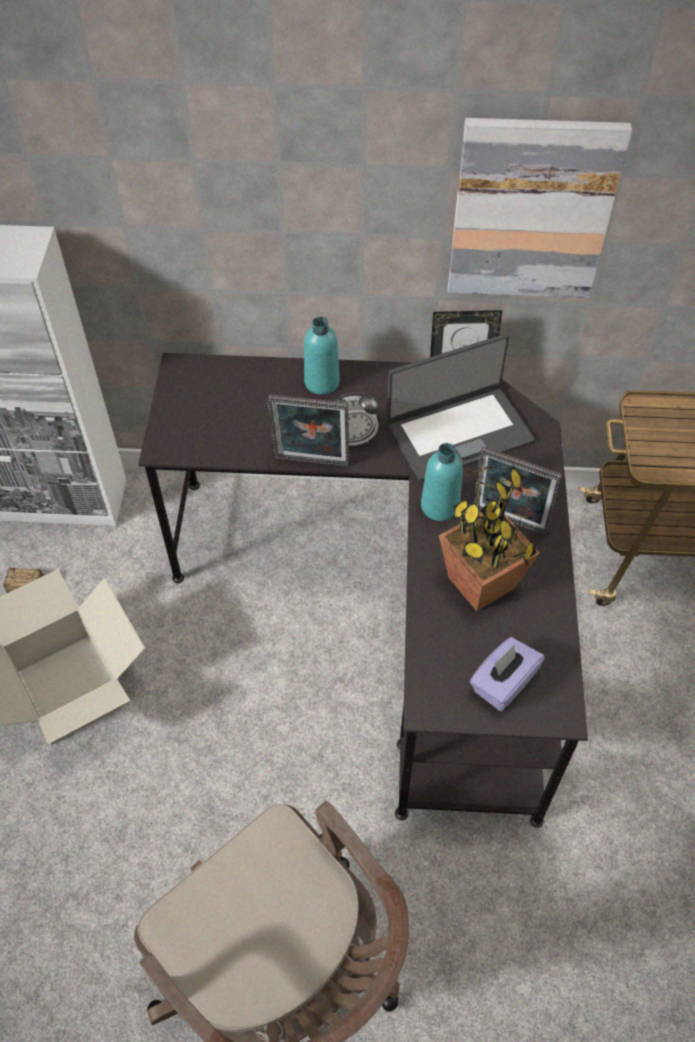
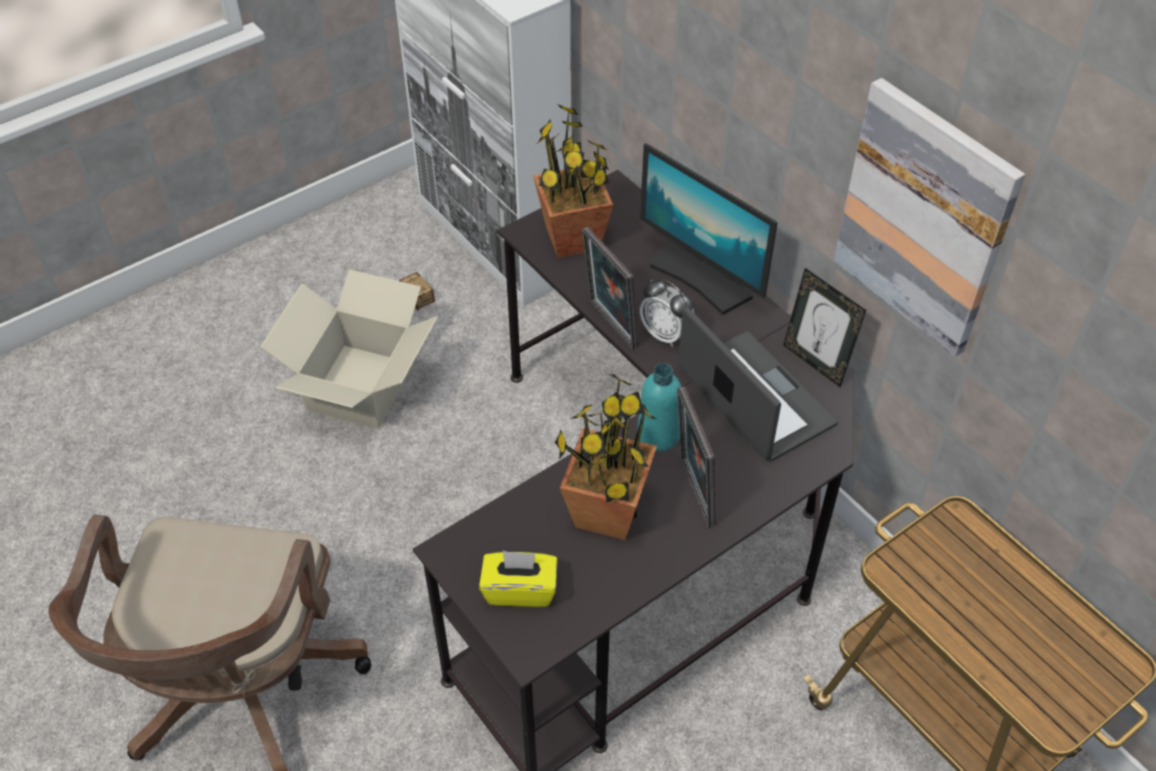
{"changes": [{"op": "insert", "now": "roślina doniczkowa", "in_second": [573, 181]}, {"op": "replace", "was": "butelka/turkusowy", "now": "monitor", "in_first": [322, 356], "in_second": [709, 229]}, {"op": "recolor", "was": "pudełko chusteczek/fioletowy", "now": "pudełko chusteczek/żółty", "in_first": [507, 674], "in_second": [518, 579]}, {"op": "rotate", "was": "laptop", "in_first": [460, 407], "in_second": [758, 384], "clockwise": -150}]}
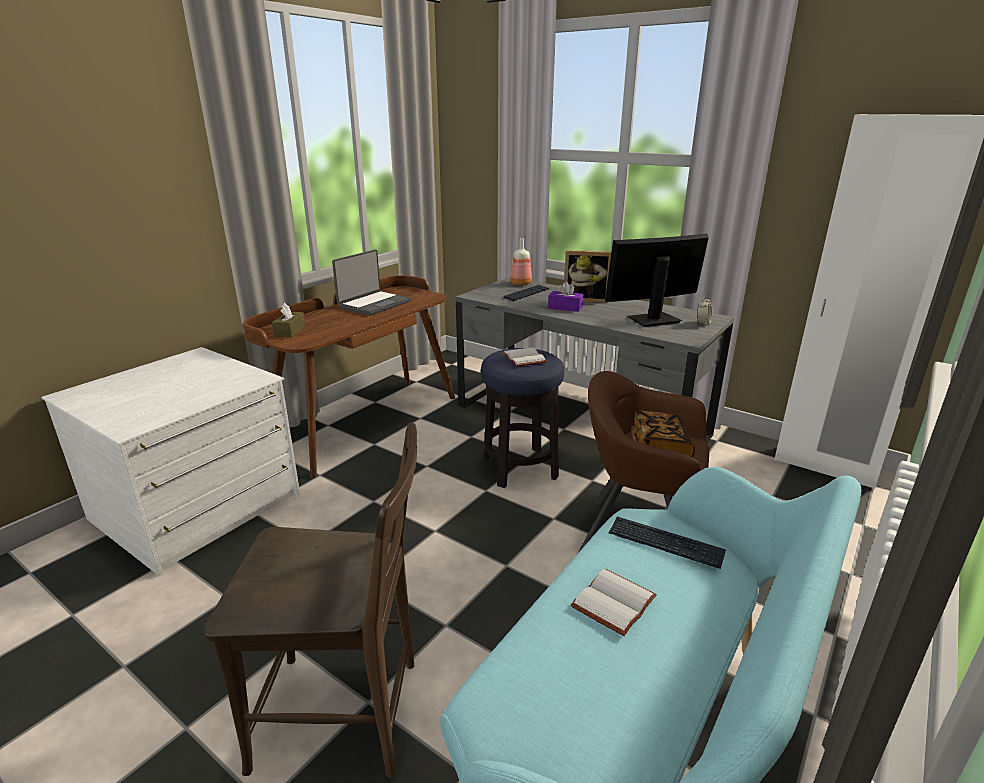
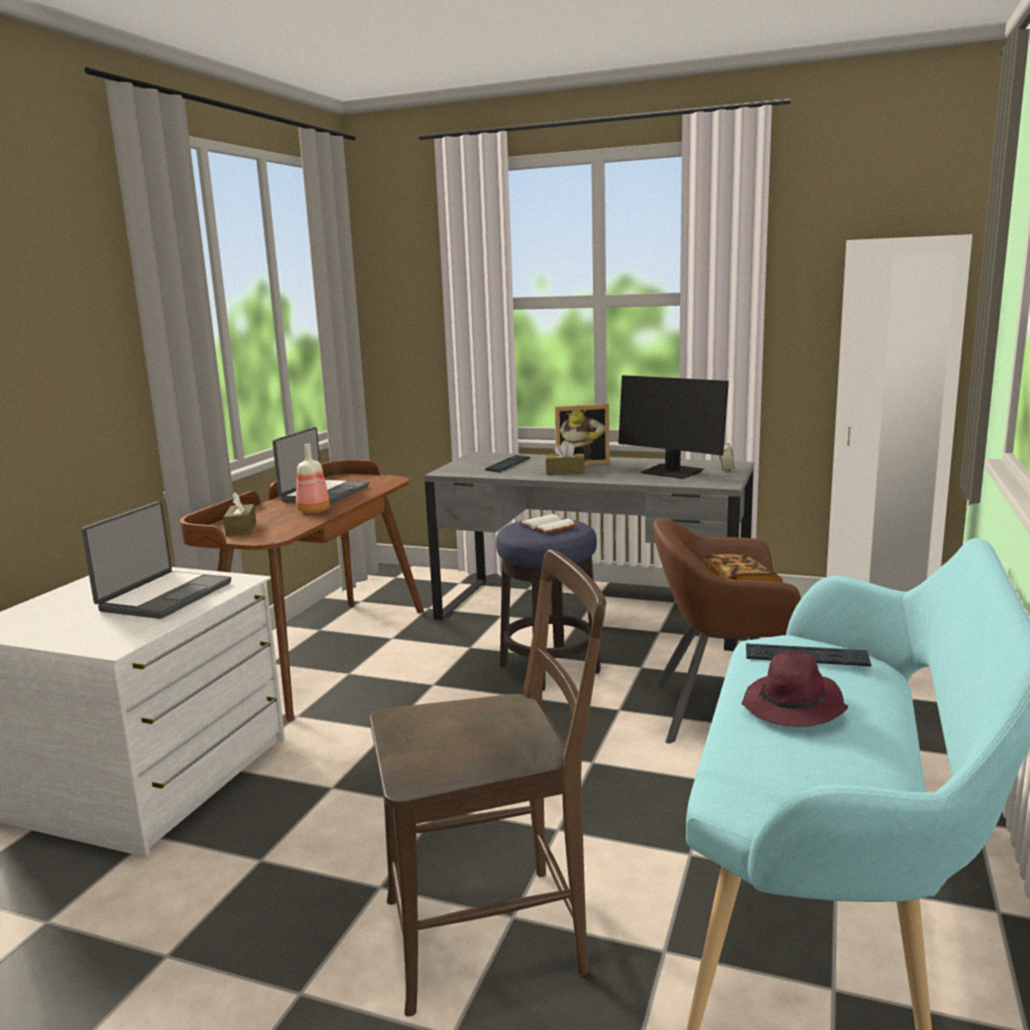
{"changes": [{"op": "insert", "now": "laptop", "in_second": [156, 560]}, {"op": "move", "was": "butelka", "in_first": [521, 261], "in_second": [313, 478]}, {"op": "replace", "was": "książka/biały", "now": "kapelusz/fioletowy", "in_first": [614, 602], "in_second": [795, 689]}, {"op": "recolor", "was": "pudełko chusteczek/fioletowy", "now": "pudełko chusteczek/brązowy", "in_first": [565, 297], "in_second": [565, 458]}, {"op": "rotate", "was": "monitor", "in_first": [657, 280], "in_second": [673, 427], "clockwise": -105}]}
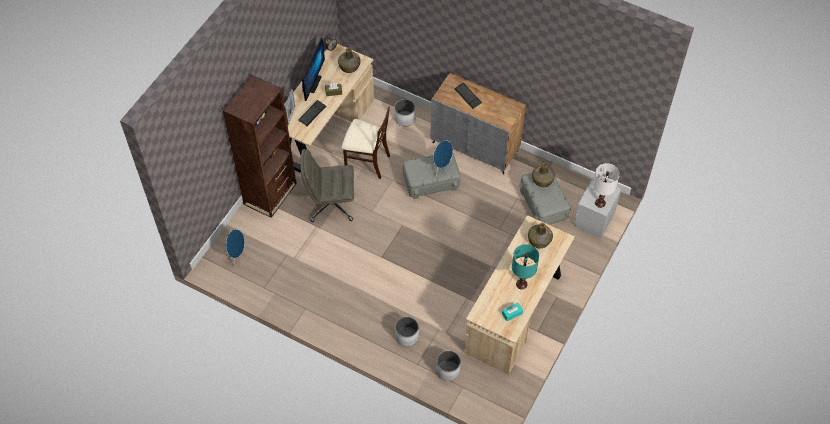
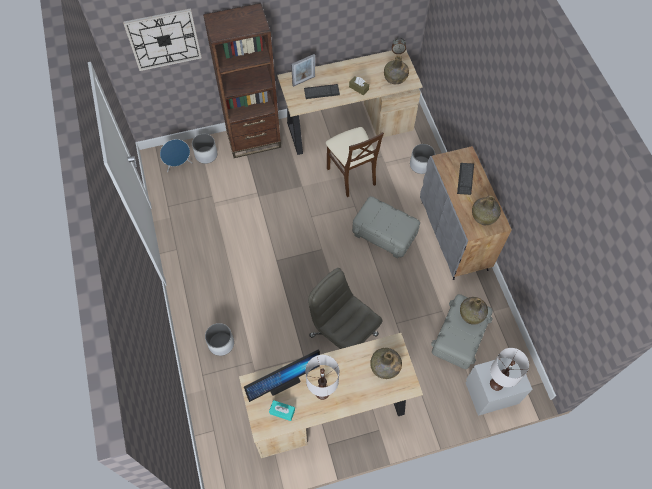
{"changes": [{"op": "delete", "was": "głośnik/niebieski", "in_first": [441, 158]}, {"op": "insert", "now": "zegar ścienny", "in_second": [162, 39]}, {"op": "insert", "now": "butelka/zielony", "in_second": [486, 210]}, {"op": "move", "was": "krzesło biurowe/szary", "in_first": [327, 185], "in_second": [345, 308]}, {"op": "move", "was": "monitor", "in_first": [313, 69], "in_second": [282, 375]}, {"op": "move", "was": "donica/biały", "in_first": [448, 365], "in_second": [204, 149]}, {"op": "recolor", "was": "lampa stołowa/turkusowy", "now": "lampa stołowa/biały", "in_first": [525, 266], "in_second": [322, 377]}]}
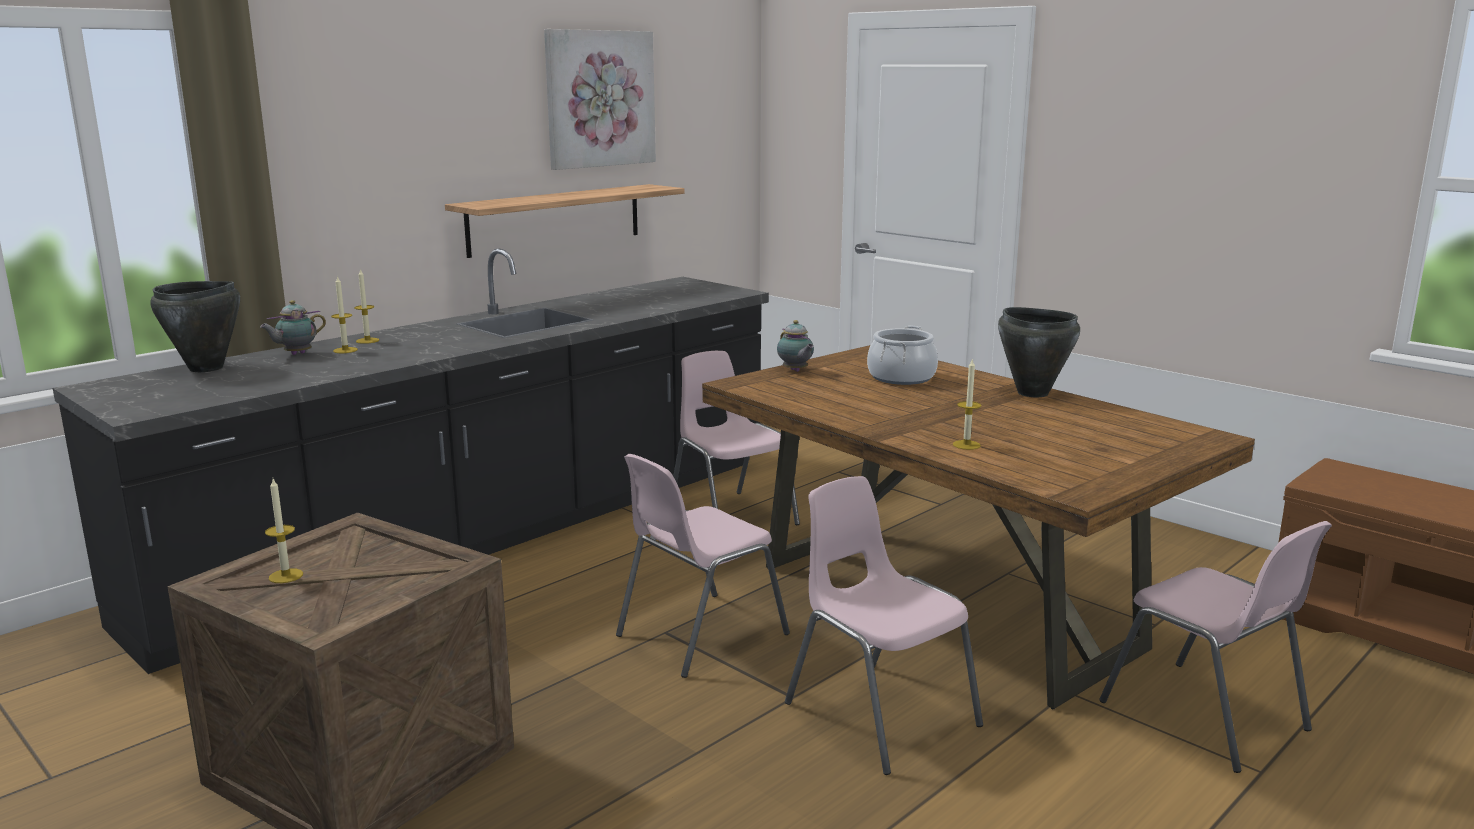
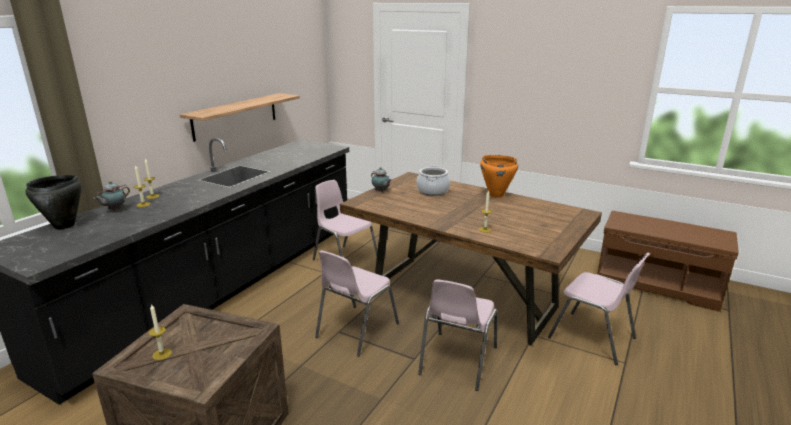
{"changes": [{"op": "delete", "was": "obraz", "in_first": [600, 99]}, {"op": "recolor", "was": "garnek/czarny", "now": "garnek/pomarańczowy", "in_first": [1039, 352], "in_second": [499, 176]}, {"op": "rotate", "was": "krzesło/różowy", "in_first": [884, 625], "in_second": [458, 335], "clockwise": -105}]}
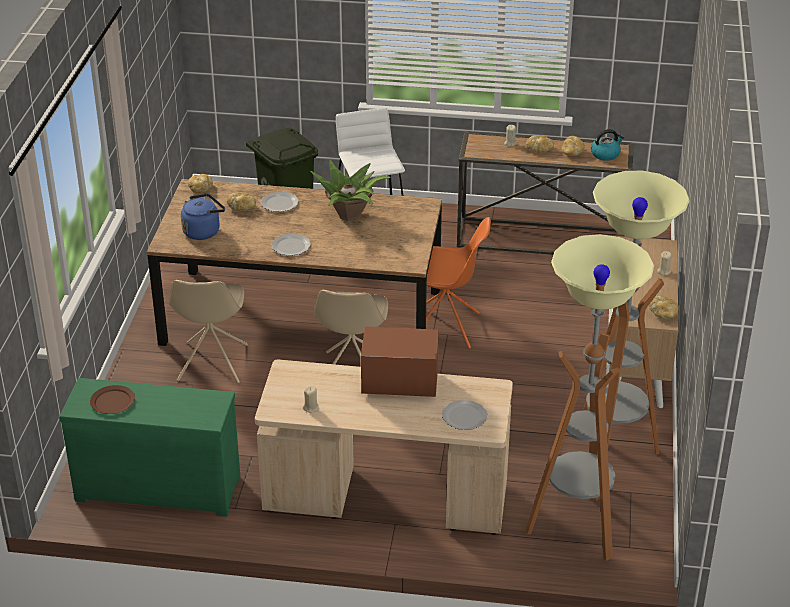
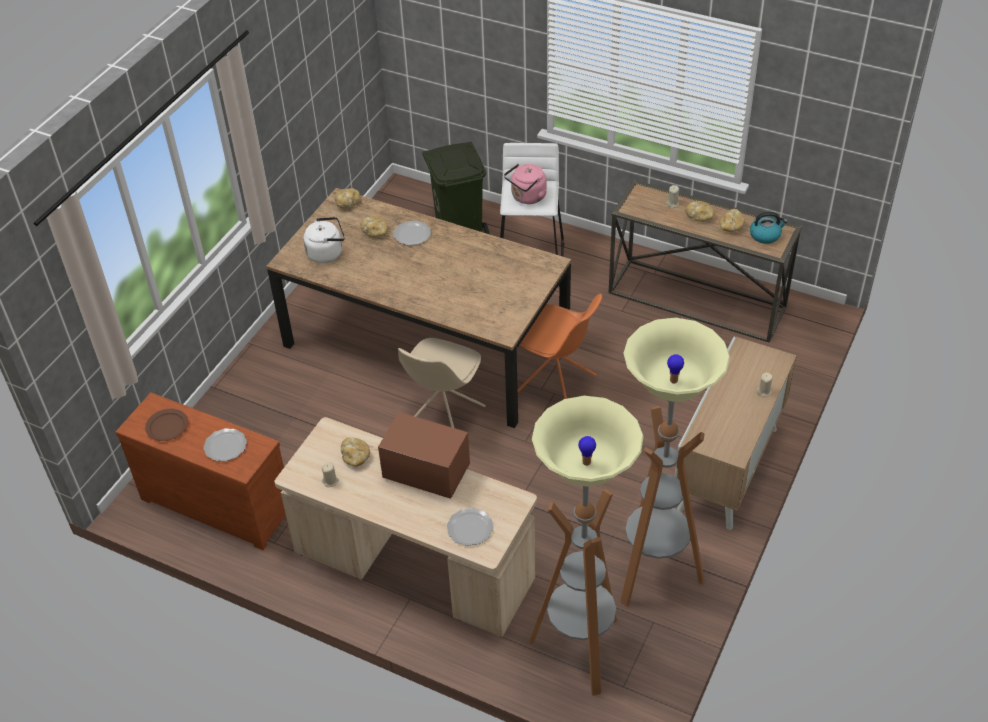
{"changes": [{"op": "delete", "was": "krzesło/beżowy", "in_first": [208, 331]}, {"op": "delete", "was": "roślina doniczkowa", "in_first": [350, 190]}, {"op": "insert", "now": "czajnik/różowy", "in_second": [525, 184]}, {"op": "move", "was": "talerz", "in_first": [291, 244], "in_second": [225, 445]}, {"op": "move", "was": "chleb", "in_first": [664, 307], "in_second": [355, 452]}, {"op": "recolor", "was": "komoda/zielony", "now": "komoda/brązowy", "in_first": [149, 447], "in_second": [200, 471]}, {"op": "recolor", "was": "czajnik/niebieski", "now": "czajnik/biały", "in_first": [203, 217], "in_second": [324, 240]}]}
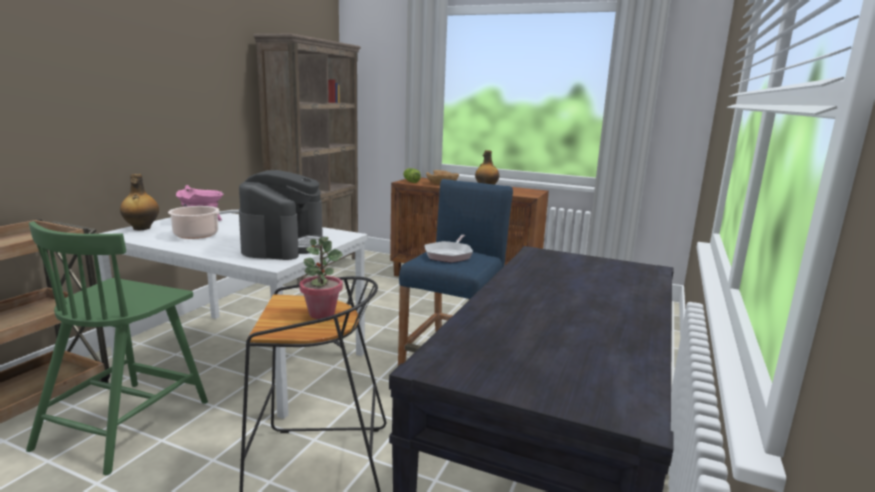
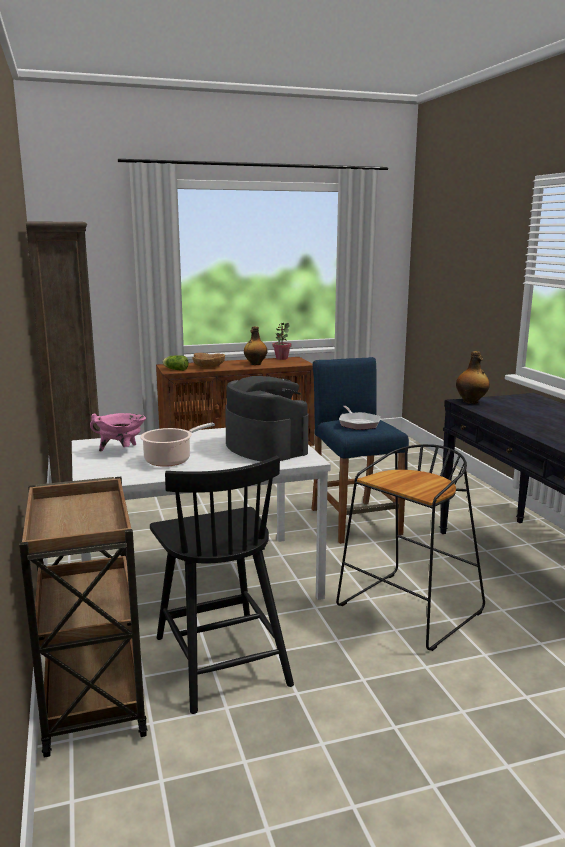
{"changes": [{"op": "move", "was": "butelka", "in_first": [139, 202], "in_second": [473, 377]}, {"op": "move", "was": "roślina doniczkowa", "in_first": [321, 278], "in_second": [282, 341]}, {"op": "recolor", "was": "krzesło/zielony", "now": "krzesło/czarny", "in_first": [117, 348], "in_second": [222, 585]}]}
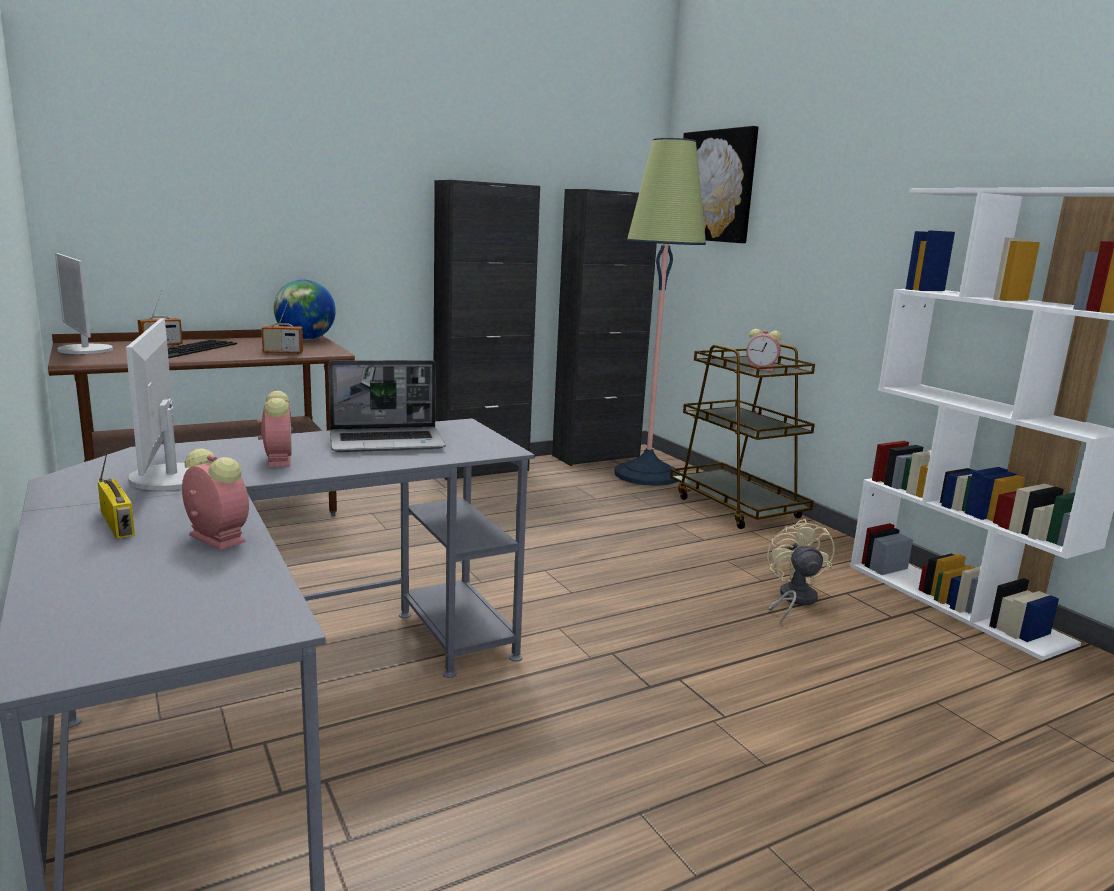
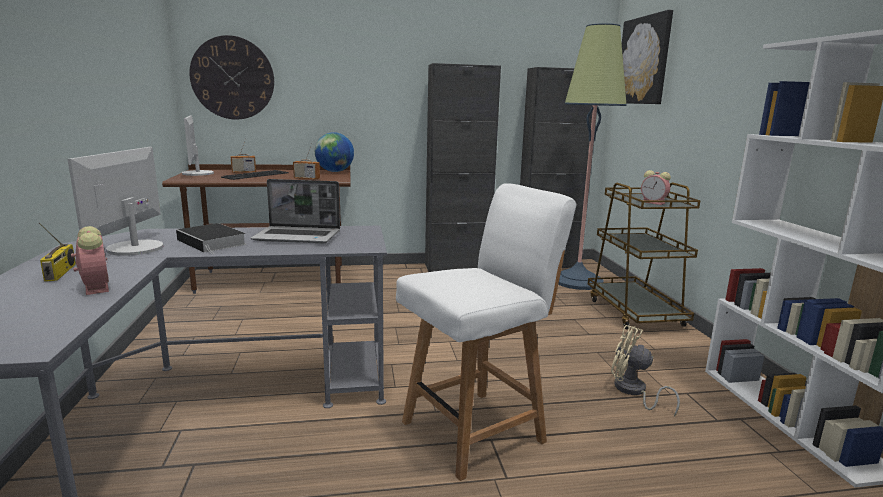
{"changes": [{"op": "insert", "now": "zegar ścienny", "in_second": [232, 77]}, {"op": "insert", "now": "krzesło/biały", "in_second": [486, 332]}, {"op": "replace", "was": "budzik", "now": "książka", "in_first": [275, 429], "in_second": [211, 238]}, {"op": "rotate", "was": "wentylator/beżowy", "in_first": [801, 571], "in_second": [645, 371], "clockwise": -75}]}
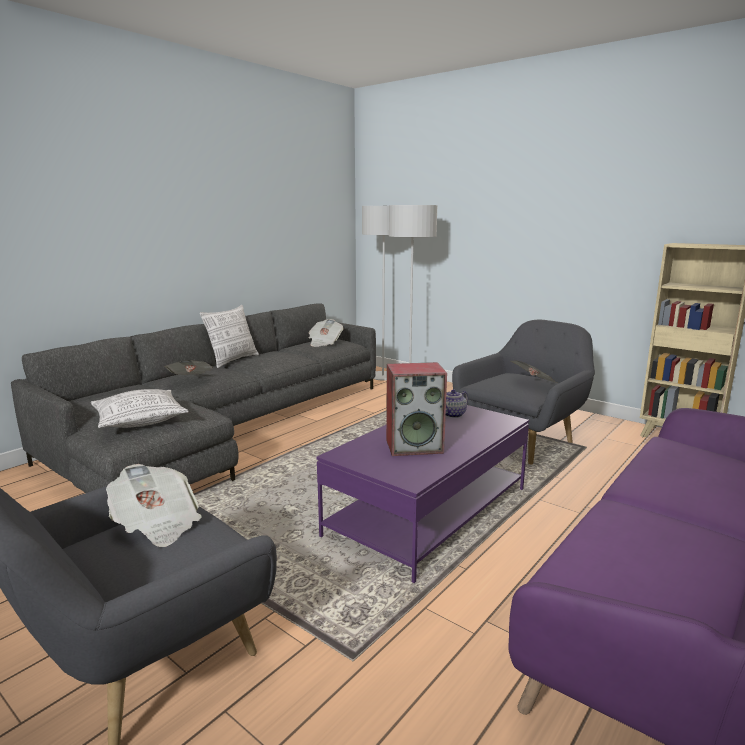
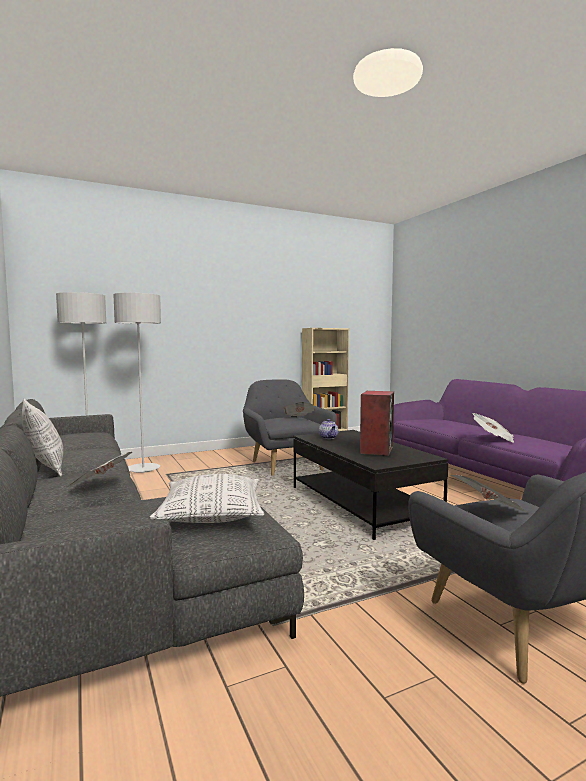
{"changes": [{"op": "move", "was": "gazeta", "in_first": [326, 333], "in_second": [493, 428]}, {"op": "recolor", "was": "ława/fioletowy", "now": "ława/czarny", "in_first": [422, 494], "in_second": [371, 485]}]}
